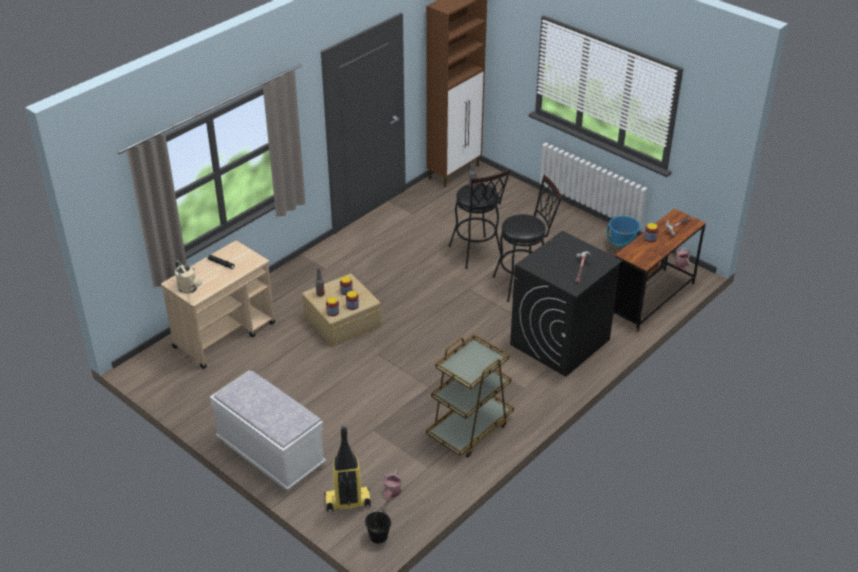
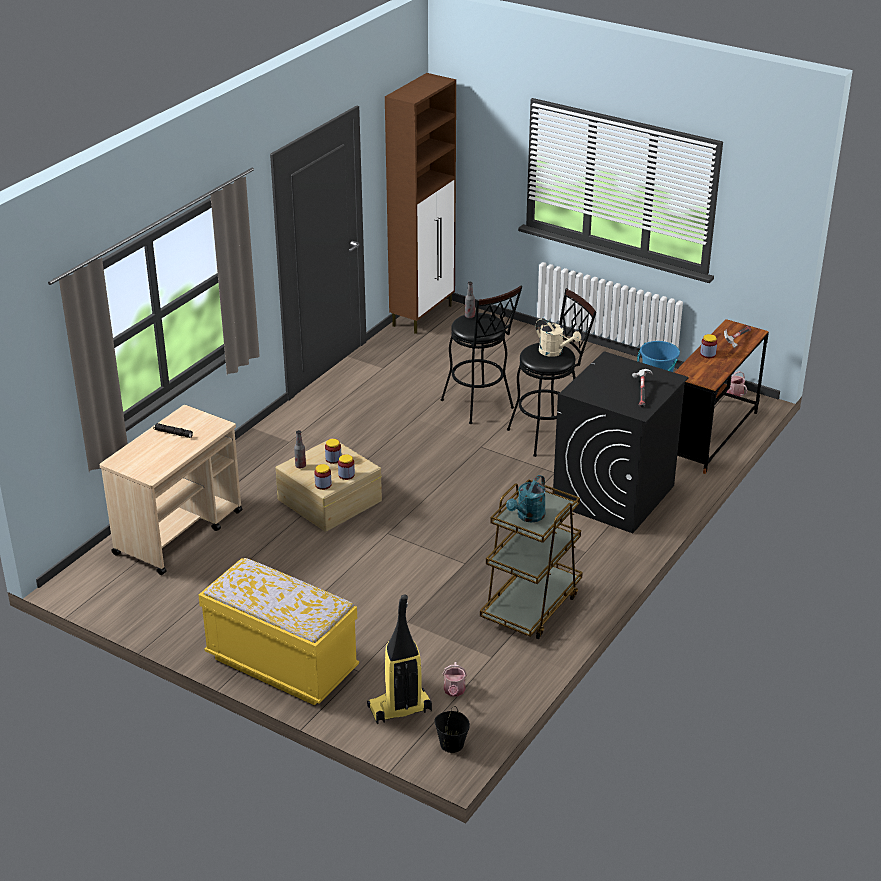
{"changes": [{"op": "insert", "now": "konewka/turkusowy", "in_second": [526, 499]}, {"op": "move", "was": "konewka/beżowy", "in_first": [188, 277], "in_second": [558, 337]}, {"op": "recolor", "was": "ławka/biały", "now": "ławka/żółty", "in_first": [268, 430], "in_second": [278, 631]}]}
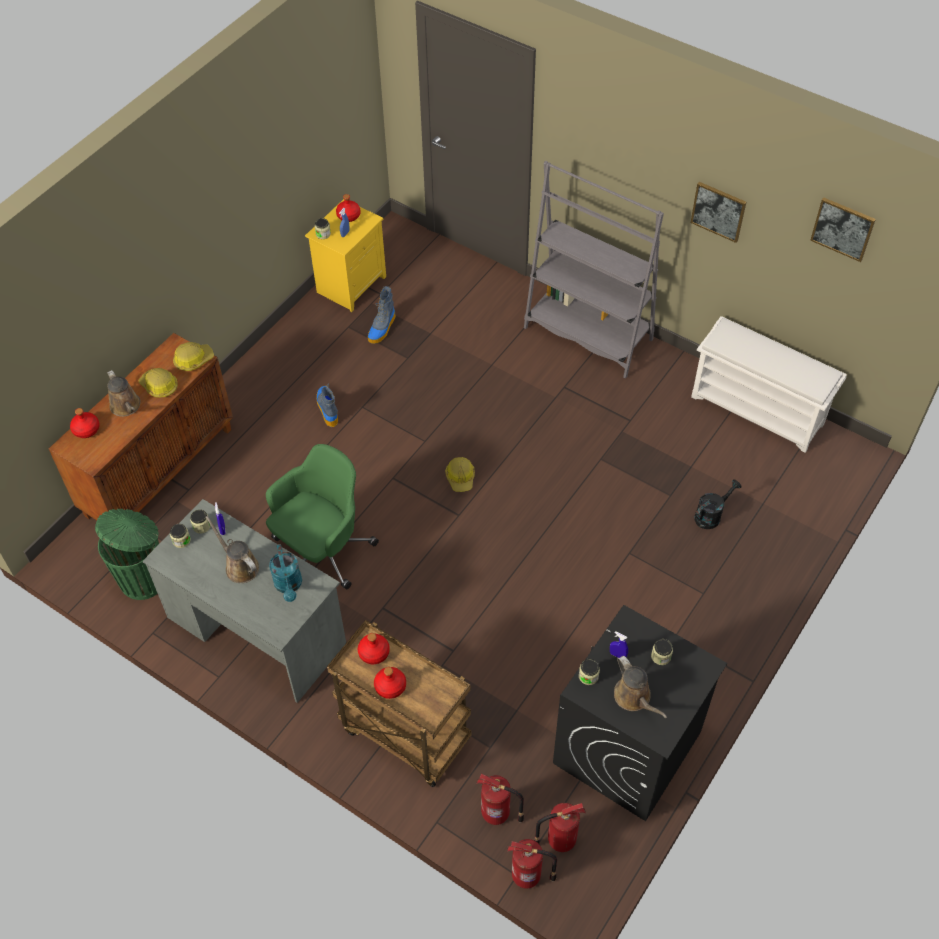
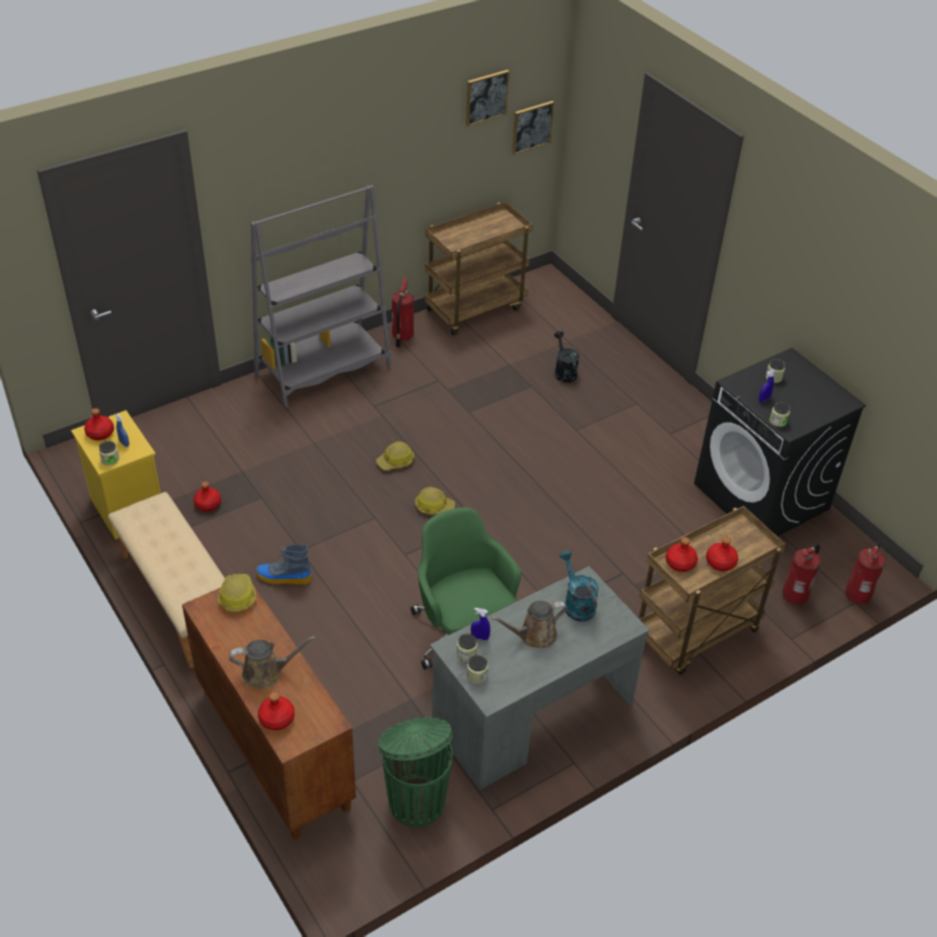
{"changes": [{"op": "delete", "was": "konewka/brązowy", "in_first": [640, 687]}, {"op": "insert", "now": "ławka/beżowy", "in_second": [166, 580]}, {"op": "move", "was": "kask", "in_first": [158, 383], "in_second": [395, 456]}, {"op": "move", "was": "gaśnica", "in_first": [560, 827], "in_second": [403, 312]}, {"op": "move", "was": "obraz", "in_first": [718, 212], "in_second": [533, 128]}, {"op": "replace", "was": "but z cholewką", "now": "butelka/czerwony", "in_first": [382, 315], "in_second": [207, 496]}, {"op": "replace", "was": "regał na buty/biały", "now": "wózek/brązowy", "in_first": [769, 384], "in_second": [479, 268]}, {"op": "rotate", "was": "konewka/turkusowy", "in_first": [285, 573], "in_second": [579, 585], "clockwise": -120}]}
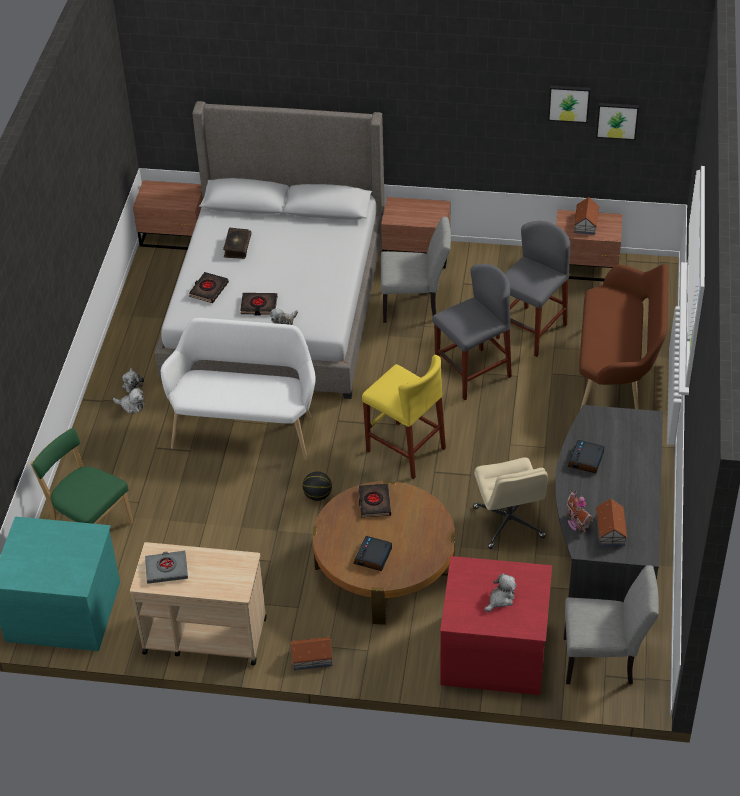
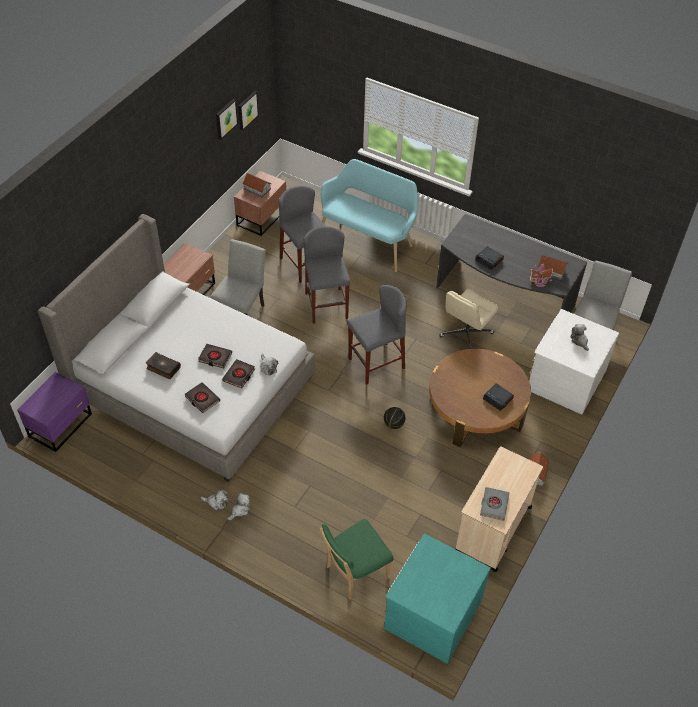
{"changes": [{"op": "delete", "was": "ławka/biały", "in_first": [238, 389]}, {"op": "move", "was": "książka/czarny", "in_first": [375, 501], "in_second": [215, 356]}, {"op": "recolor", "was": "szafka nocna/brązowy", "now": "szafka nocna/fioletowy", "in_first": [168, 215], "in_second": [54, 412]}, {"op": "recolor", "was": "stołek/żółty", "now": "stołek/szary", "in_first": [404, 417], "in_second": [377, 335]}, {"op": "recolor", "was": "komoda/czerwony", "now": "komoda/biały", "in_first": [496, 625], "in_second": [574, 362]}, {"op": "recolor", "was": "ławka/brązowy", "now": "ławka/turkusowy", "in_first": [623, 336], "in_second": [369, 215]}, {"op": "rotate", "was": "krzesło biurowe/beżowy", "in_first": [510, 503], "in_second": [469, 319], "clockwise": 120}]}
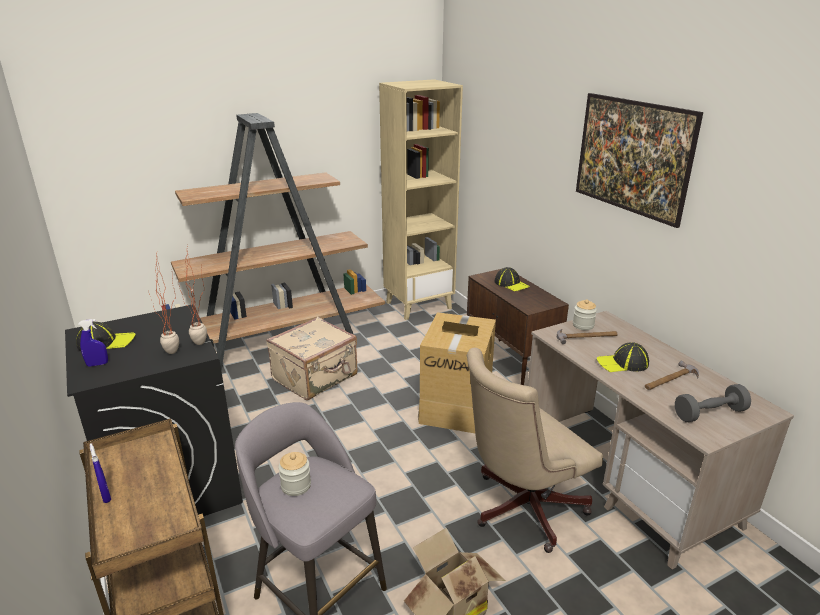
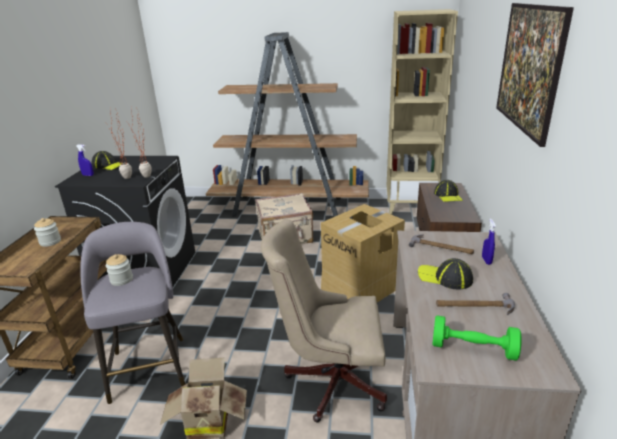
{"changes": [{"op": "move", "was": "spryskiwacz/niebieski", "in_first": [100, 473], "in_second": [489, 242]}, {"op": "move", "was": "słoik", "in_first": [585, 315], "in_second": [47, 232]}, {"op": "recolor", "was": "hantel/szary", "now": "hantel/zielony", "in_first": [713, 403], "in_second": [477, 338]}]}
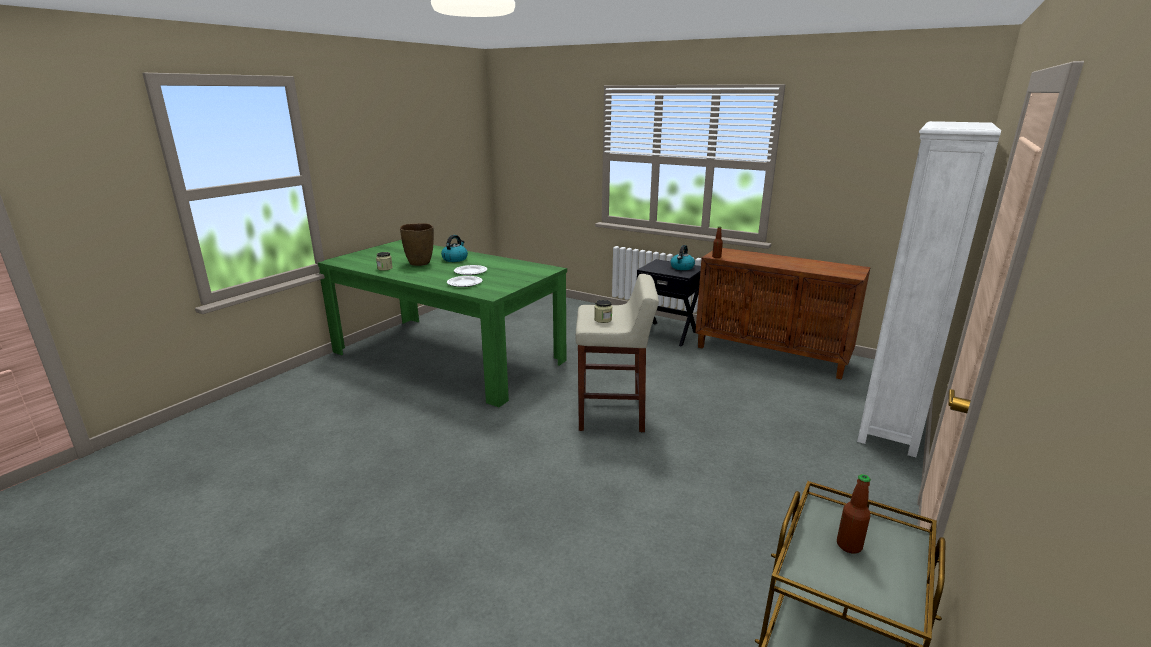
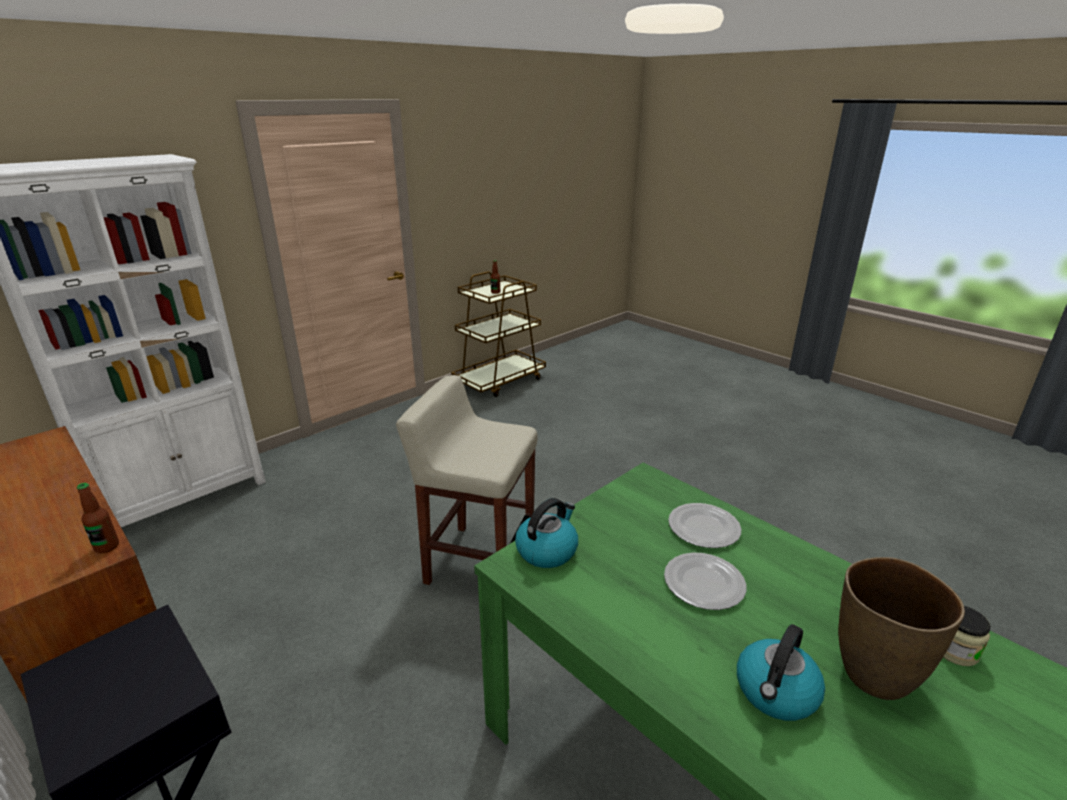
{"changes": [{"op": "delete", "was": "słoik", "in_first": [603, 311]}, {"op": "move", "was": "czajnik", "in_first": [683, 257], "in_second": [546, 533]}]}
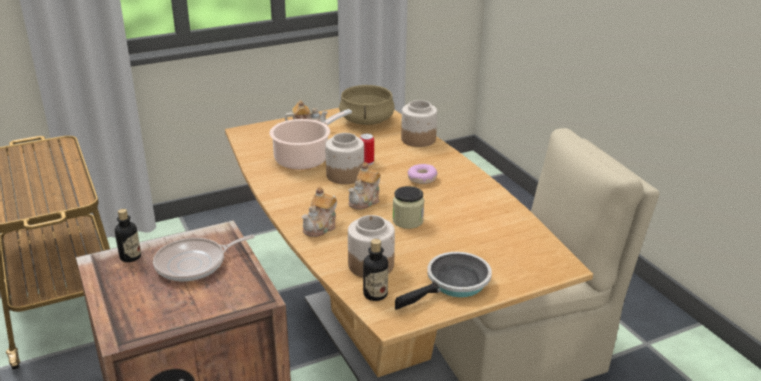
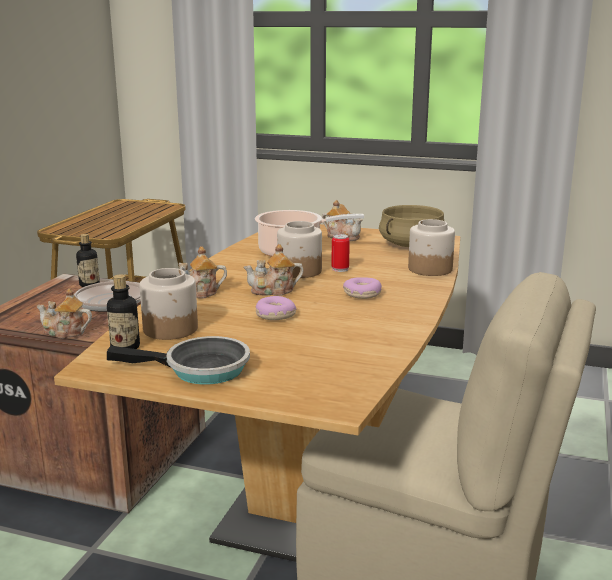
{"changes": [{"op": "insert", "now": "imbryk", "in_second": [64, 313]}, {"op": "replace", "was": "słoik", "now": "donut", "in_first": [408, 207], "in_second": [276, 308]}]}
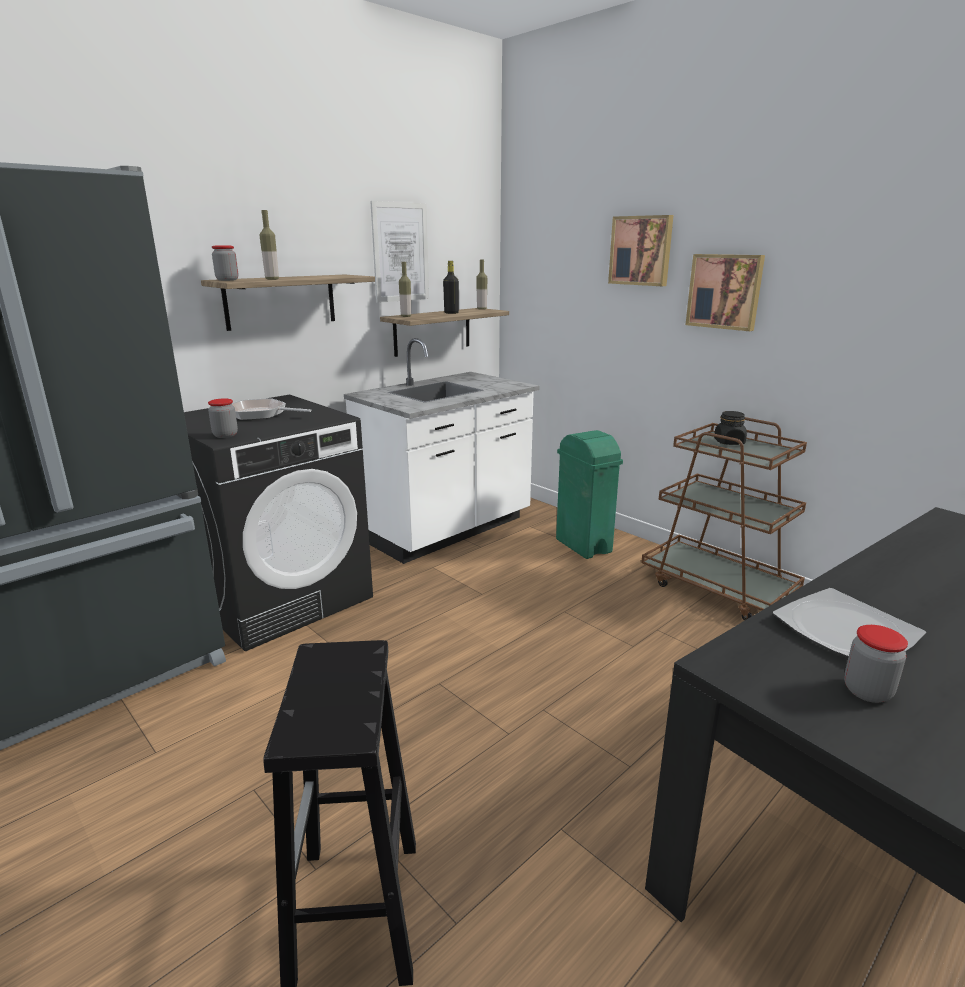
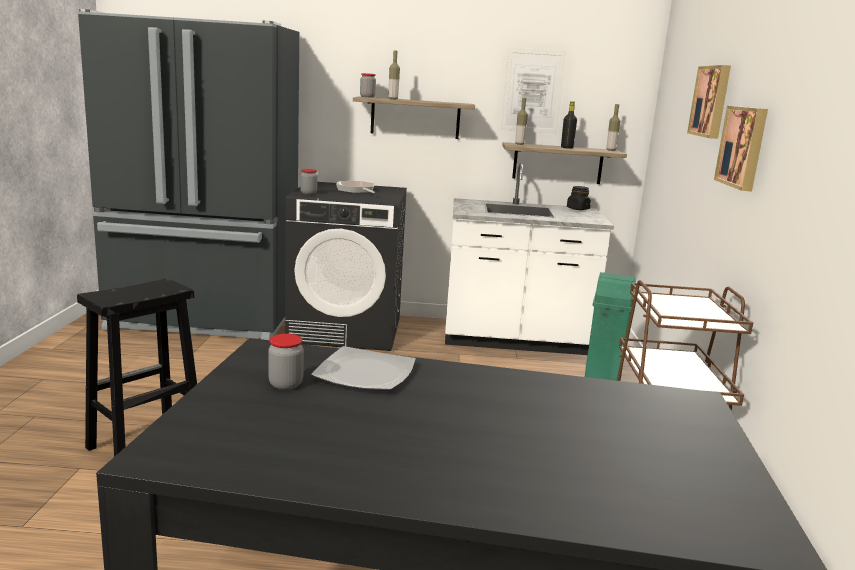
{"changes": [{"op": "move", "was": "słoik/czarny", "in_first": [730, 428], "in_second": [579, 198]}]}
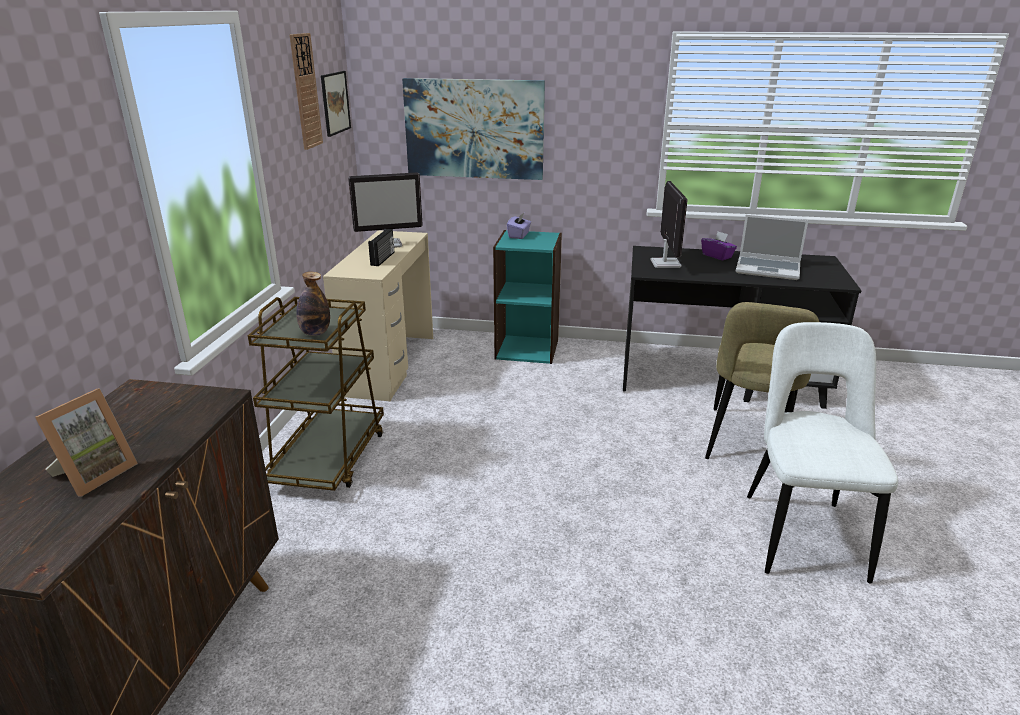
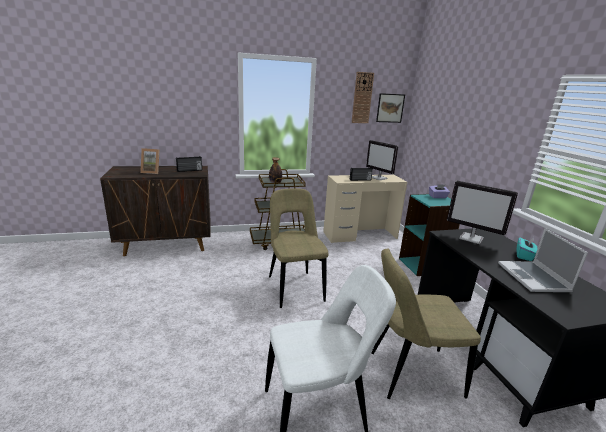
{"changes": [{"op": "delete", "was": "obraz", "in_first": [473, 129]}, {"op": "insert", "now": "radio", "in_second": [189, 164]}, {"op": "insert", "now": "krzesło/beżowy", "in_second": [299, 248]}, {"op": "recolor", "was": "pudełko chusteczek/fioletowy", "now": "pudełko chusteczek/turkusowy", "in_first": [719, 245], "in_second": [527, 249]}, {"op": "rotate", "was": "monitor", "in_first": [669, 224], "in_second": [482, 212], "clockwise": 60}]}
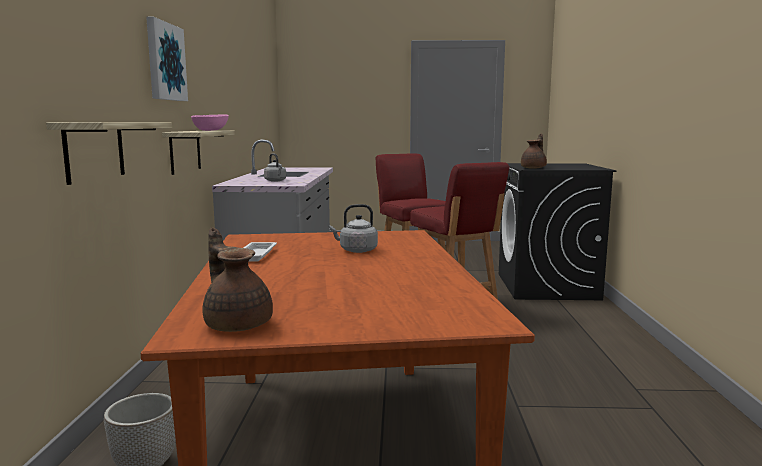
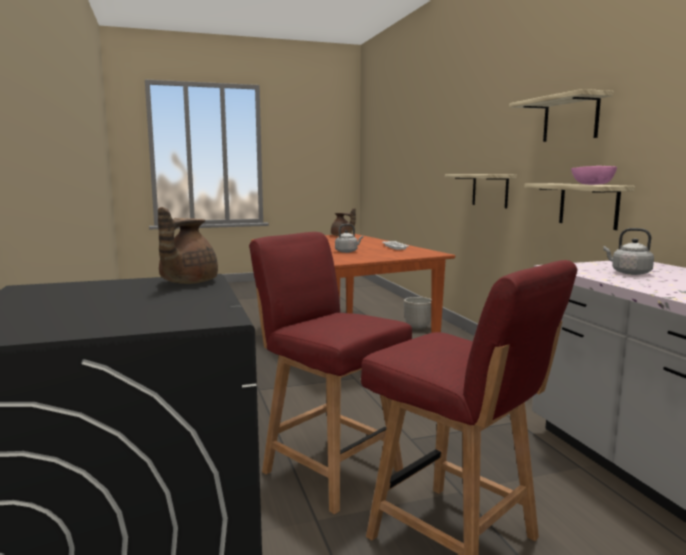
{"changes": [{"op": "replace", "was": "obraz", "now": "półka", "in_first": [167, 59], "in_second": [561, 115]}]}
